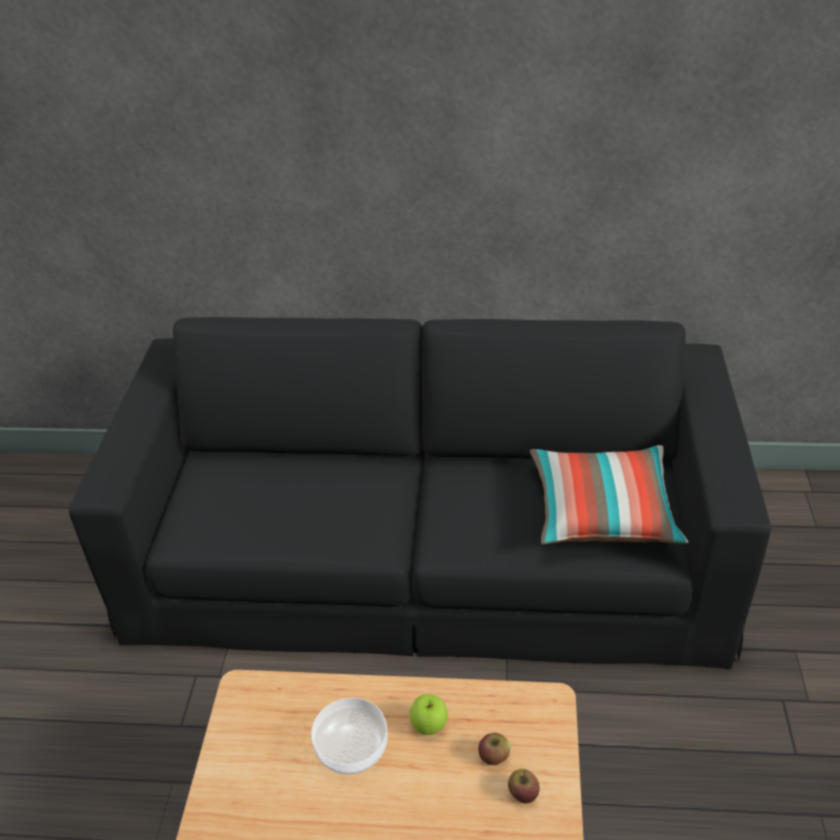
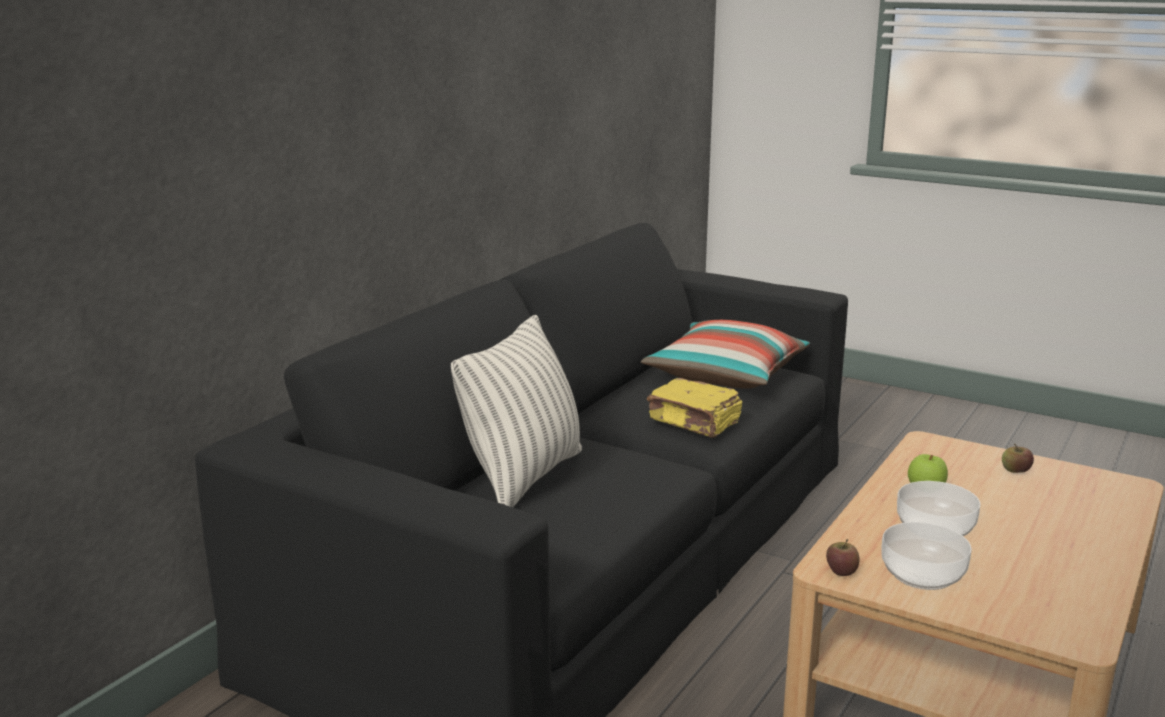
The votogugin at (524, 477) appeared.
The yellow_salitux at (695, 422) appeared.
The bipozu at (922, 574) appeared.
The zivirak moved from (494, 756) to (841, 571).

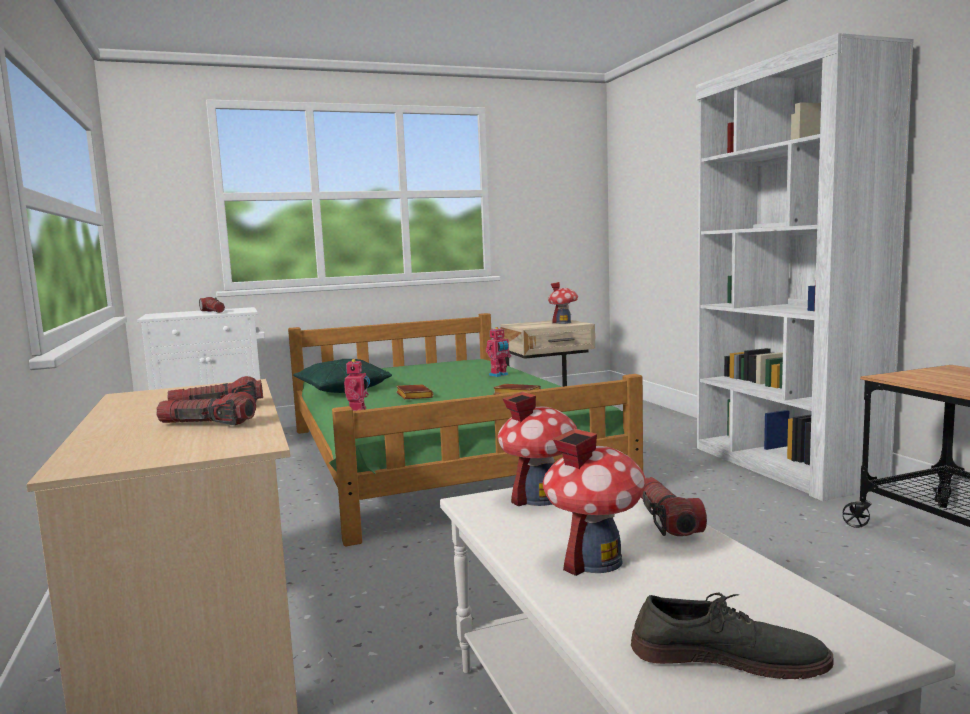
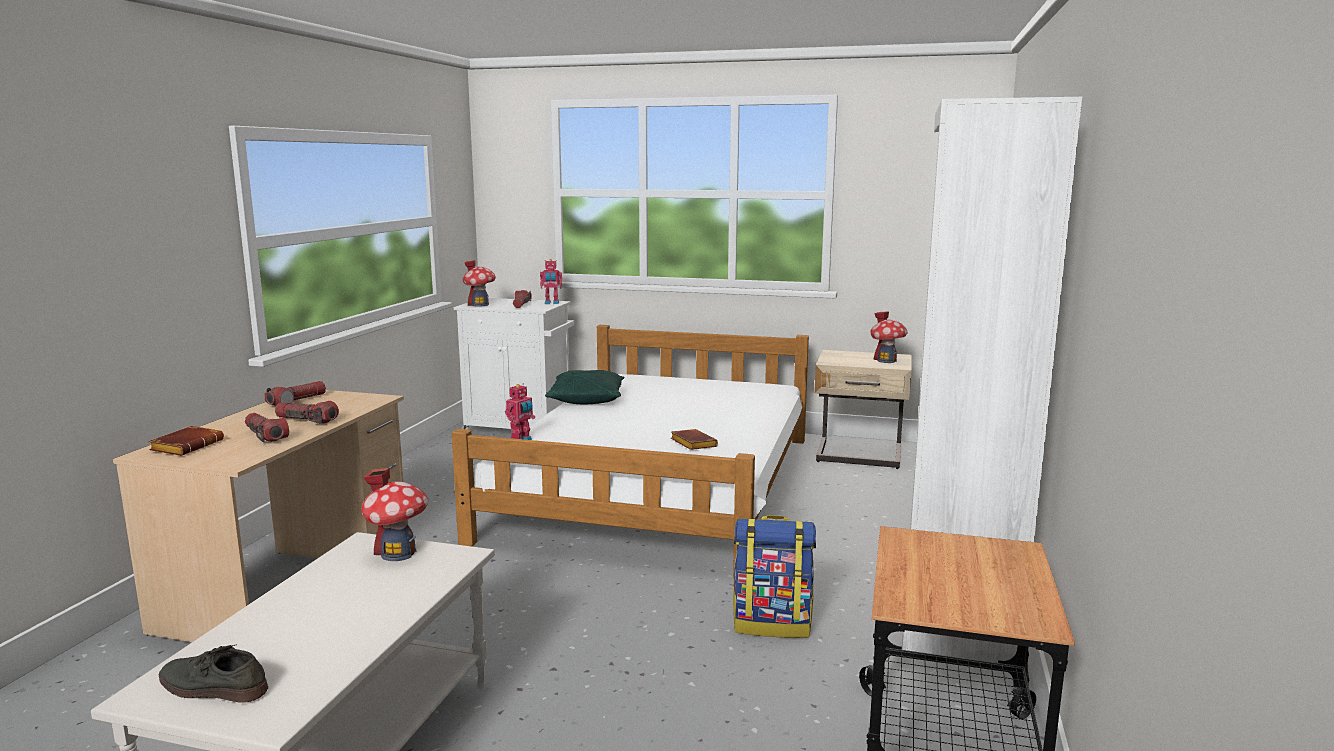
The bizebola at (772, 624) appeared.
The brown_salitux moved from (412, 396) to (187, 446).
The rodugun moved from (499, 375) to (551, 303).
The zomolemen moved from (594, 561) to (480, 305).
The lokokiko moved from (666, 520) to (297, 401).
The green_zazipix at (441, 457) became the white_zazipix at (659, 486).
The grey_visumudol at (728, 656) turned 150 degrees clockwise.

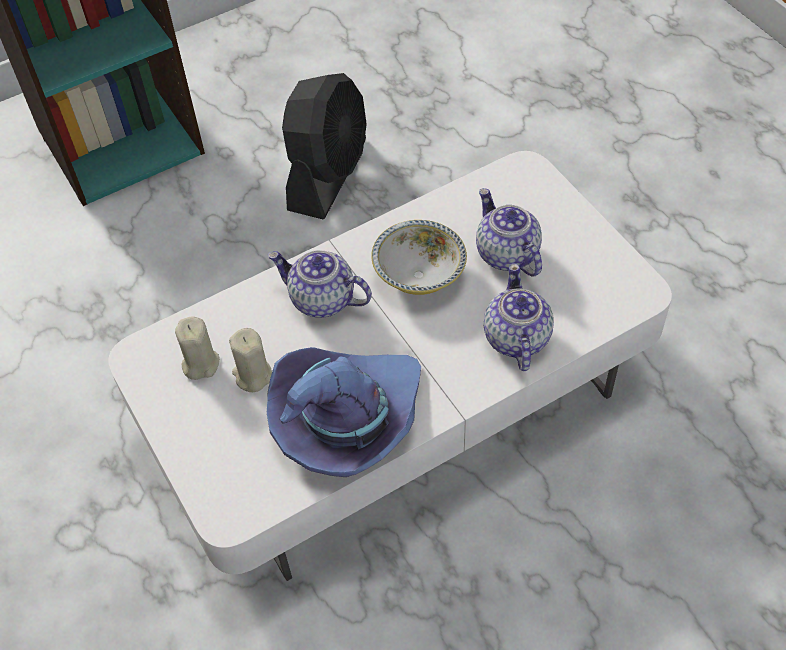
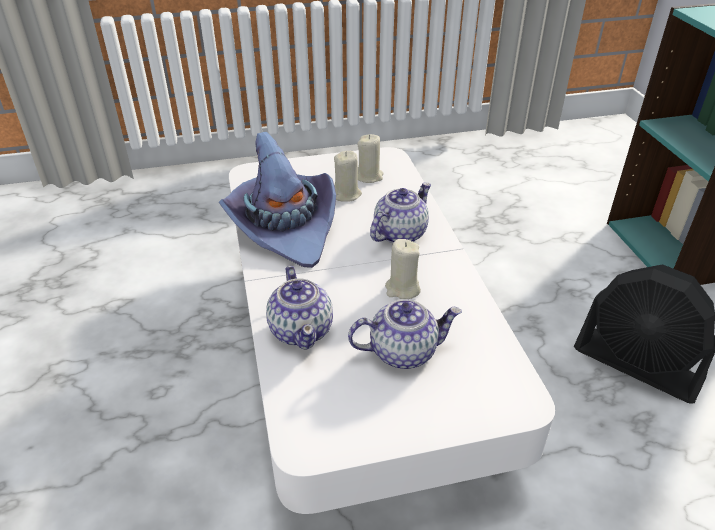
The bipozu at (419, 275) was replaced by the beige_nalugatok at (402, 289).
The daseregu at (516, 339) turned 60 degrees clockwise.

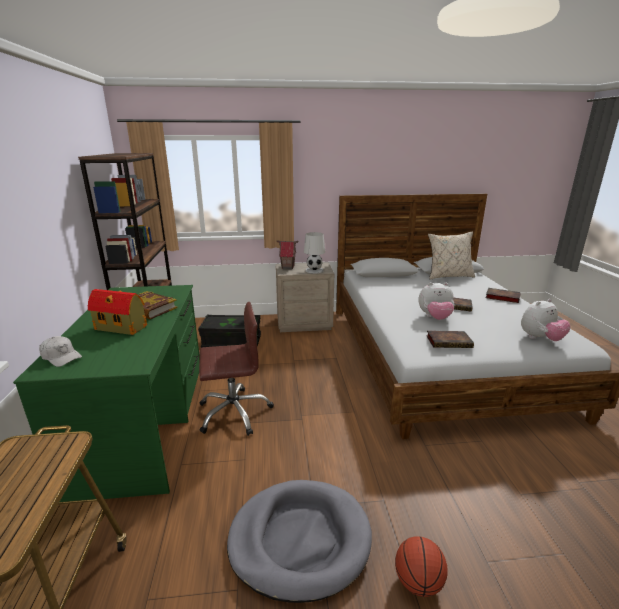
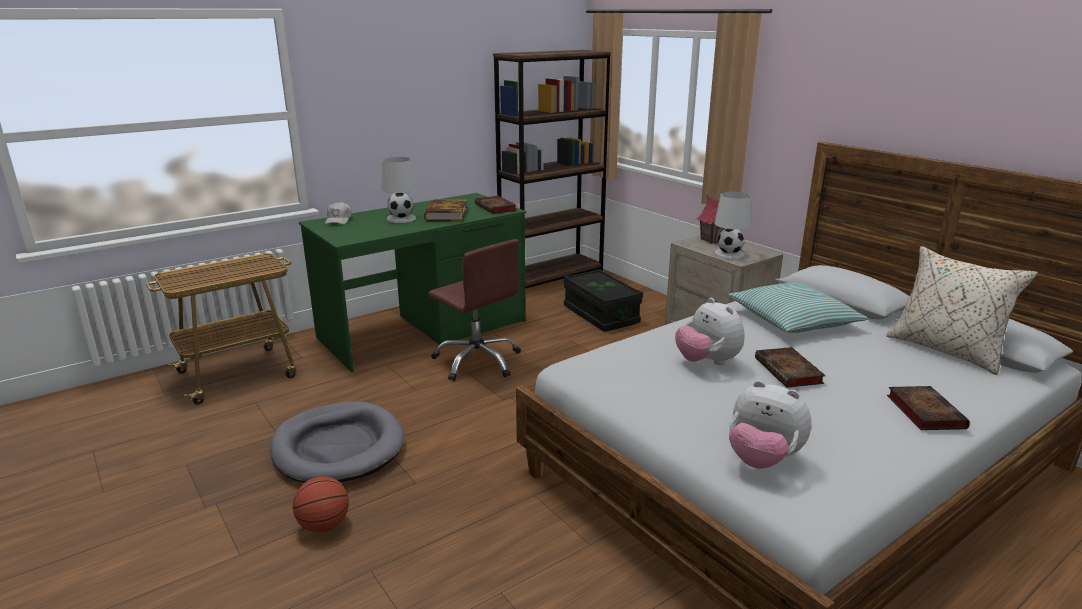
The votogugin at (792, 320) appeared.
The salitux moved from (449, 342) to (496, 208).
The zomolemen at (122, 328) was replaced by the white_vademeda at (401, 219).

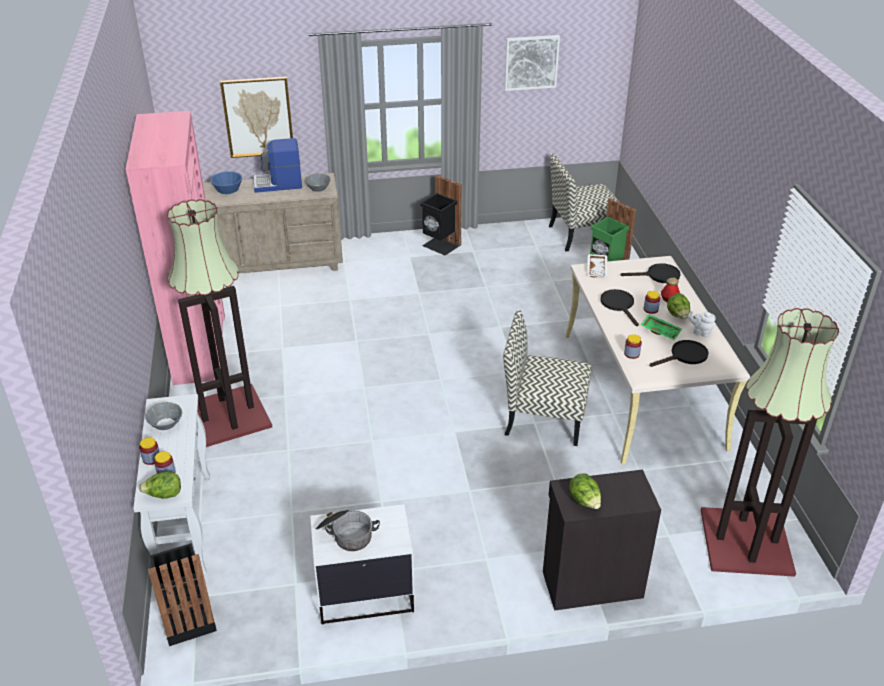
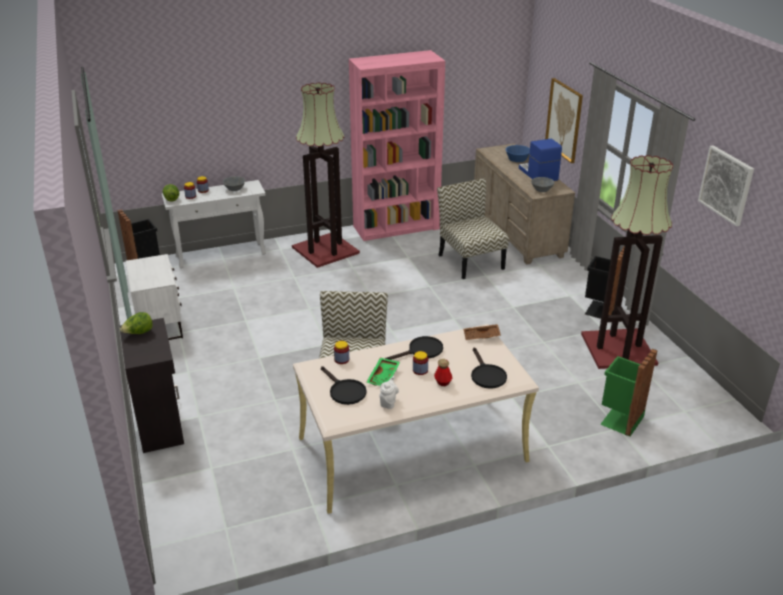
The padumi at (346, 535) disappeared.
The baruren at (678, 316) disappeared.
The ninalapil moved from (581, 235) to (470, 261).
The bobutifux moved from (747, 543) to (617, 350).
The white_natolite at (597, 269) became the brown_natolite at (481, 337).

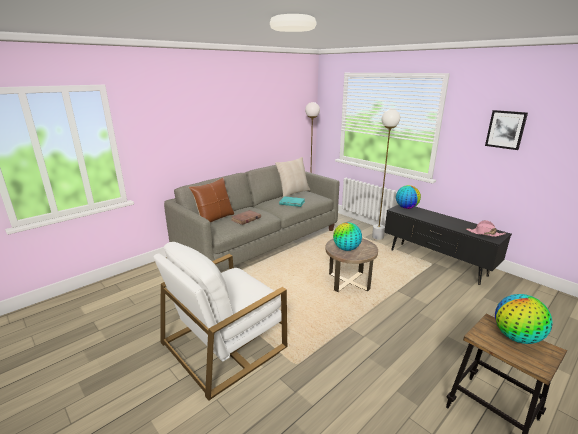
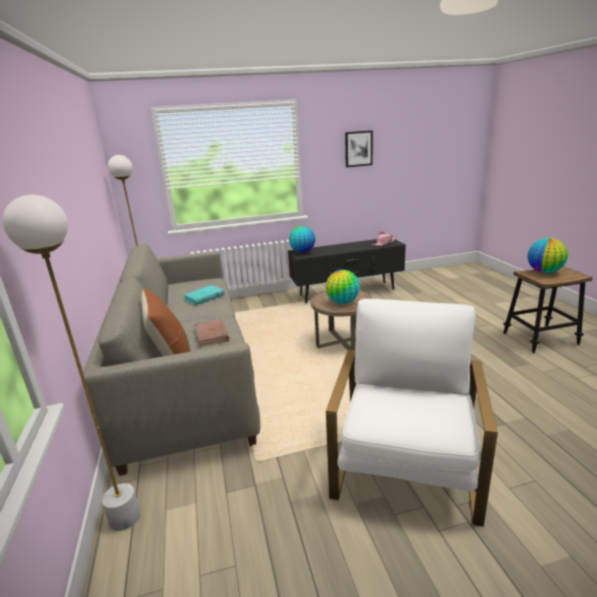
The beige_votogugin at (293, 192) disappeared.
The white_bobutifux moved from (377, 237) to (124, 518).
The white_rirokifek at (224, 343) turned 150 degrees counterclockwise.

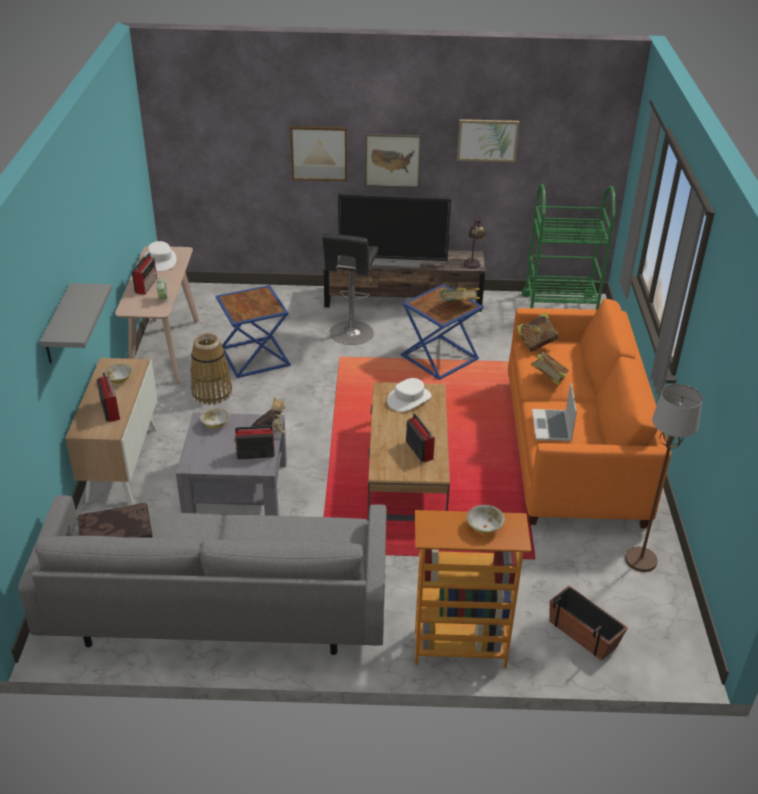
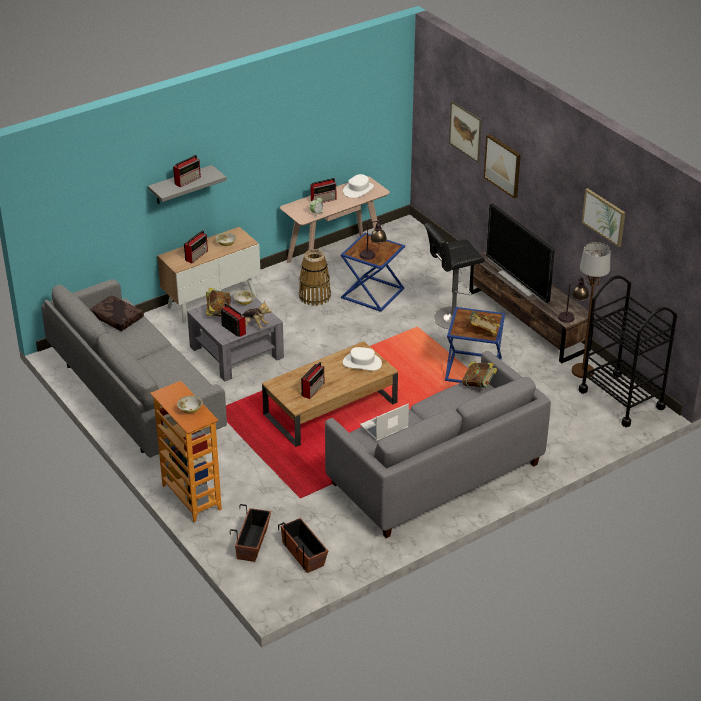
The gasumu at (188, 180) appeared.
The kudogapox at (303, 554) appeared.
The vademeda at (373, 257) appeared.
The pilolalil moved from (392, 160) to (465, 131).
The salitux moved from (548, 380) to (218, 312).
The brown_bobutifux moved from (641, 560) to (582, 371).
The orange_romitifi at (573, 451) became the grey_romitifi at (435, 474).
The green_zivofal at (559, 308) became the black_zivofal at (621, 399).

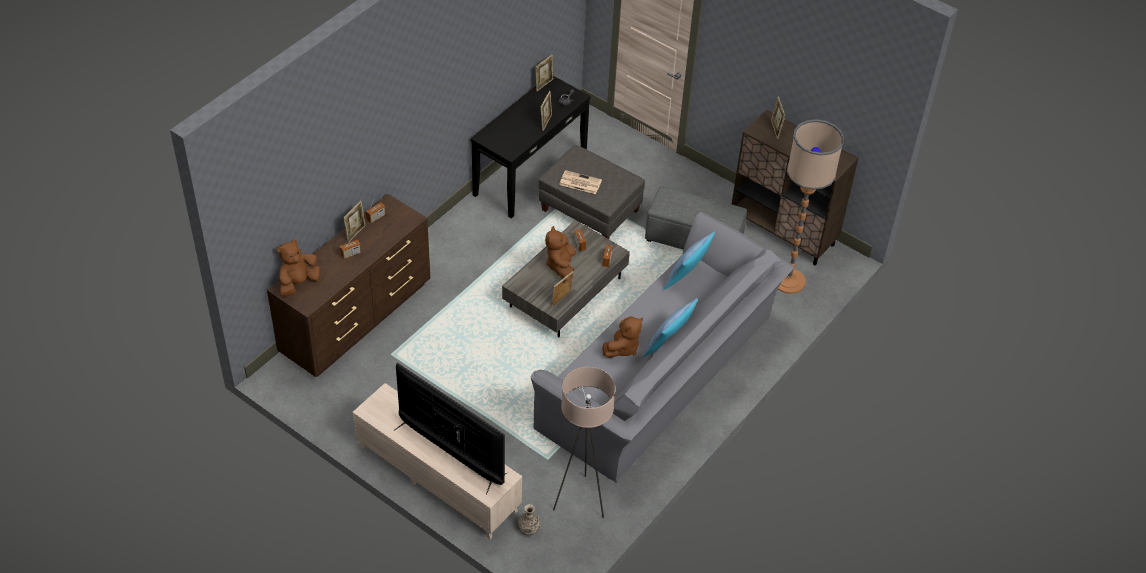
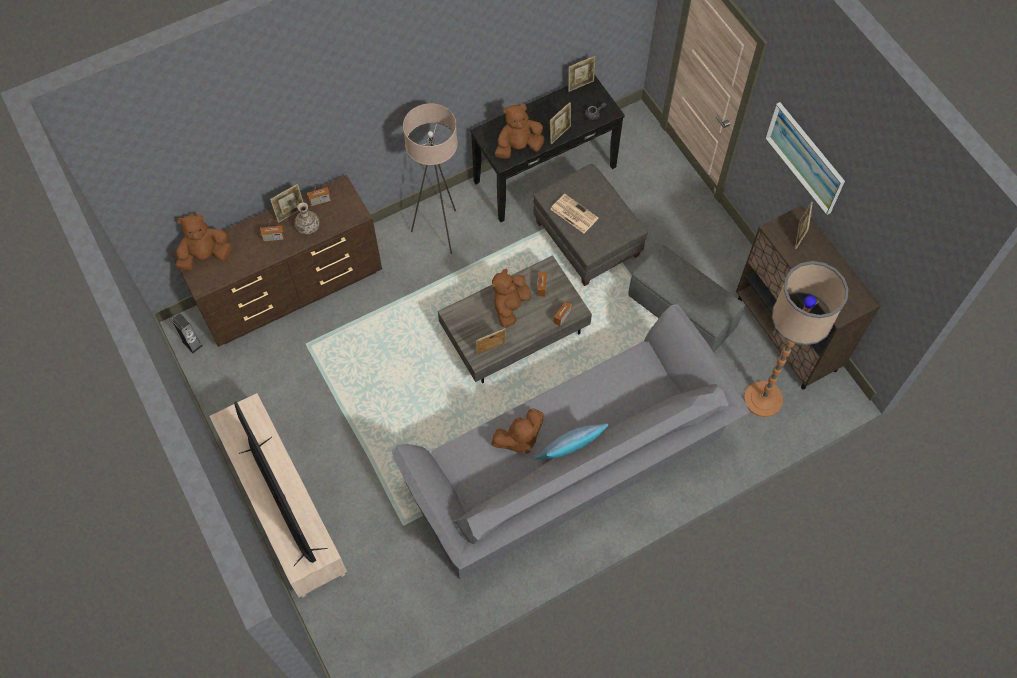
The votogugin at (686, 278) disappeared.
The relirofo at (192, 343) appeared.
The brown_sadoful at (518, 147) appeared.
The pilolalil at (805, 157) appeared.
The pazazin moved from (529, 528) to (308, 227).
The beige_bobutifux moved from (581, 500) to (439, 231).

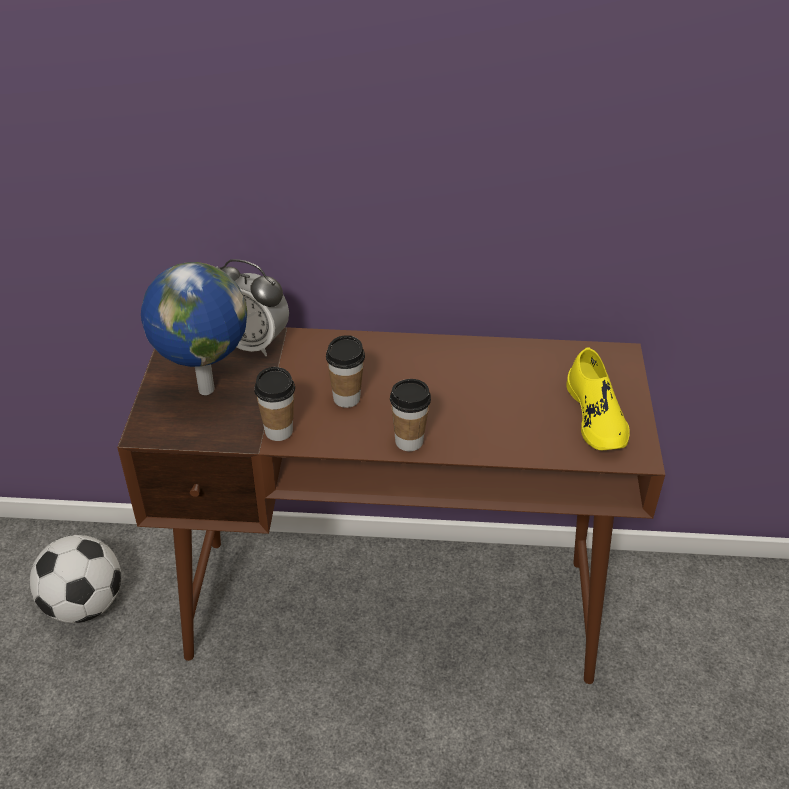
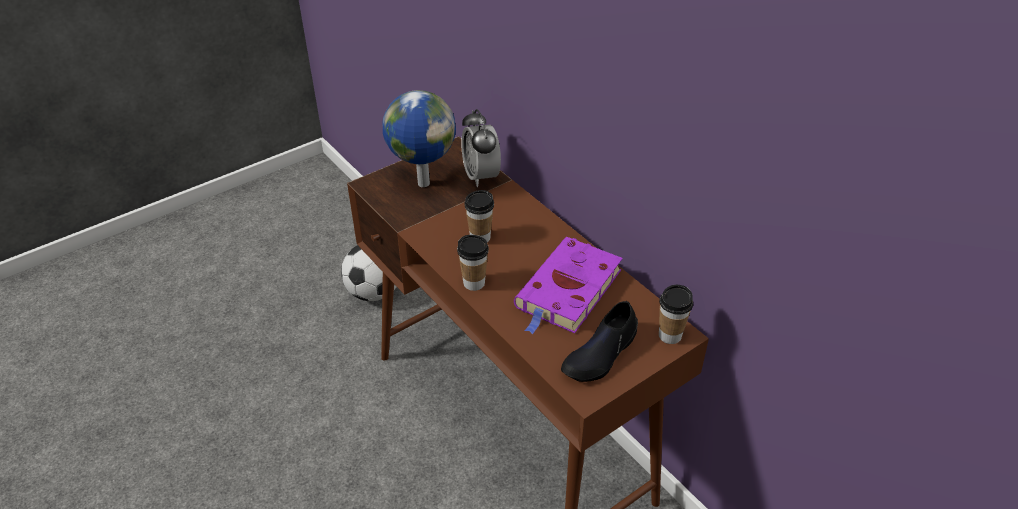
The purple_salitux at (567, 291) appeared.
The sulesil moved from (278, 431) to (670, 335).
The yellow_visumudol at (596, 416) became the black_visumudol at (600, 354).

